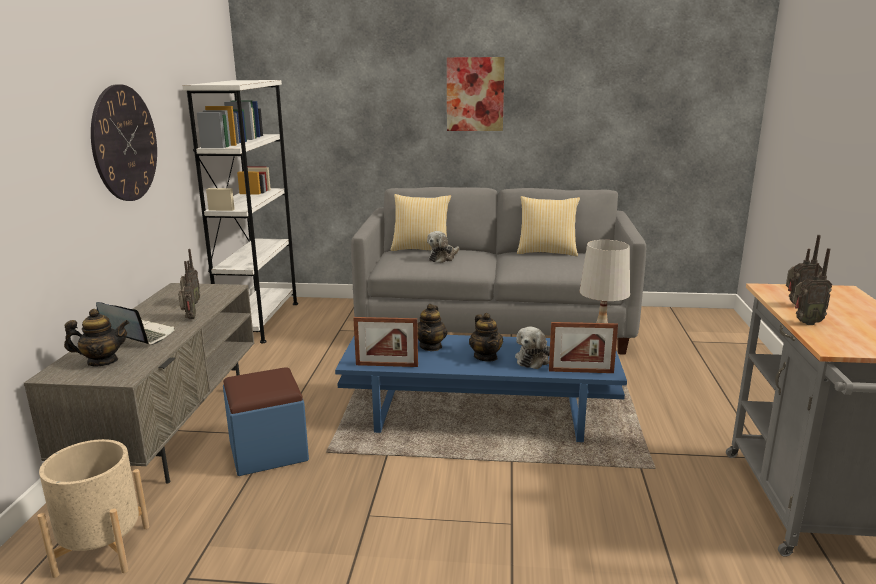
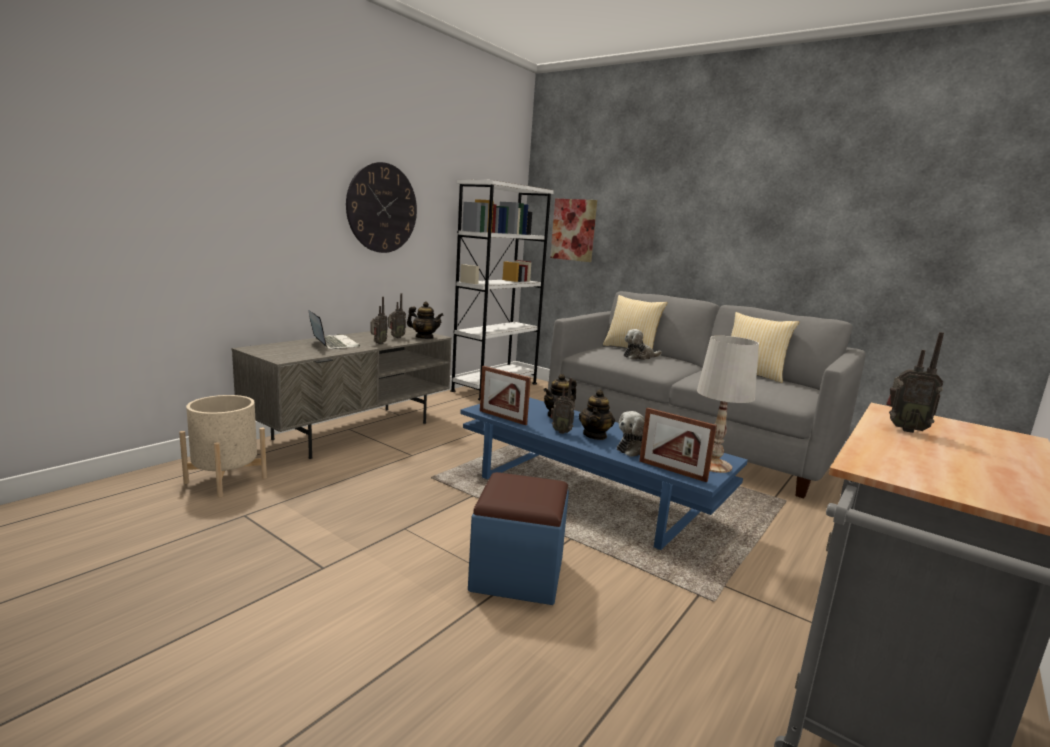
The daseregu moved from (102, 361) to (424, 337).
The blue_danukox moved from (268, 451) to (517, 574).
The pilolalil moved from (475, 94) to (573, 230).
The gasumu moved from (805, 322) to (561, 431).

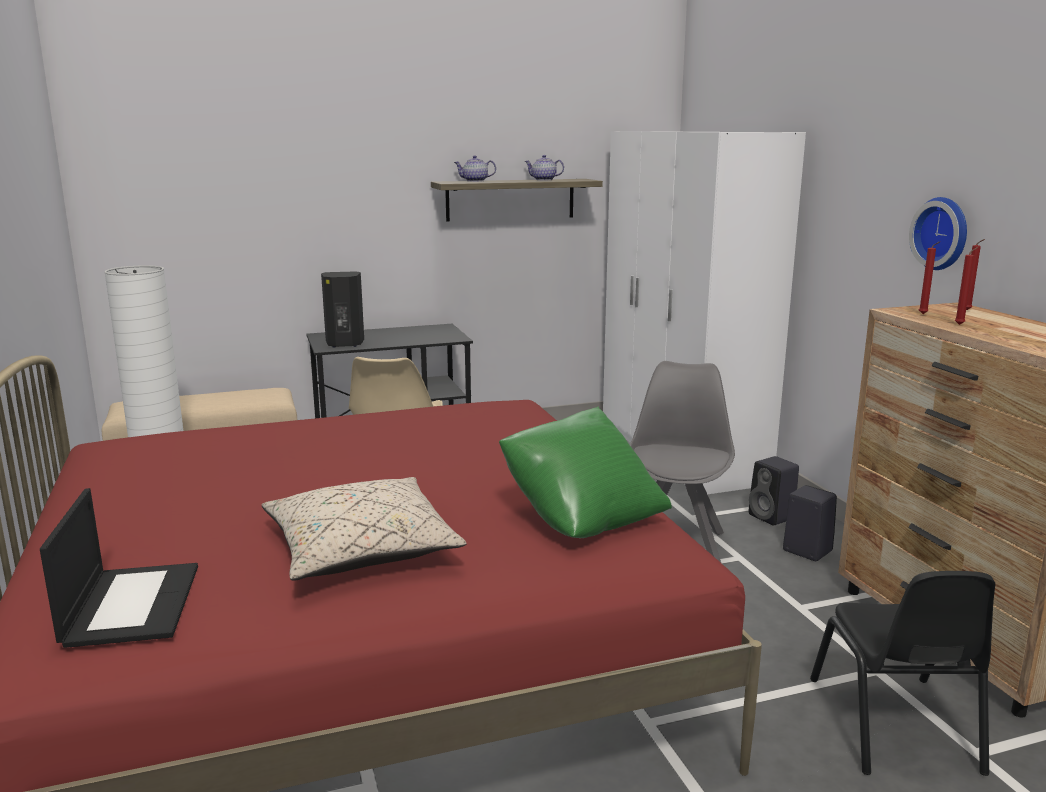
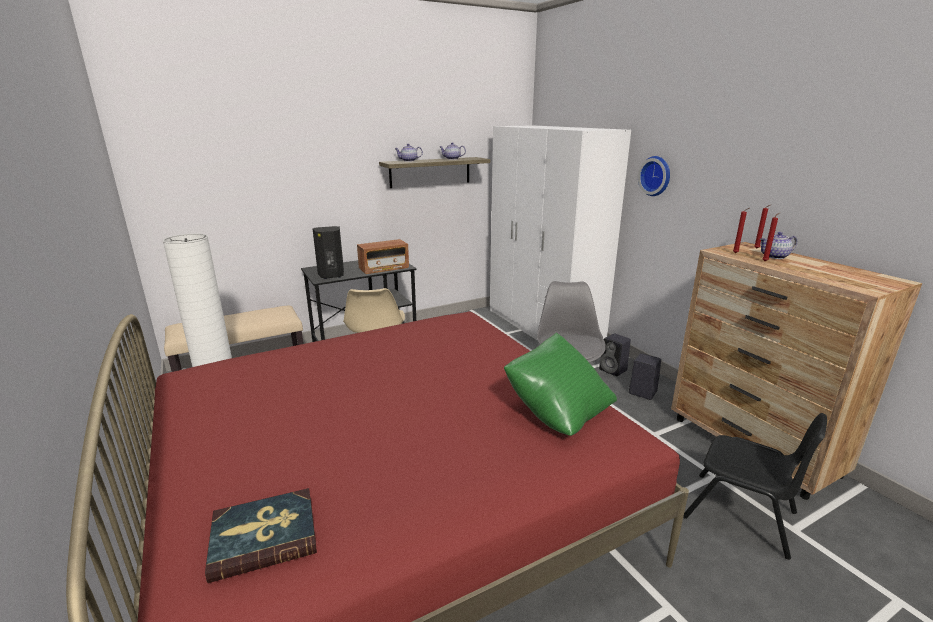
The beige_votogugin at (361, 550) disappeared.
The gasumu at (384, 268) appeared.
The daseregu at (775, 257) appeared.
The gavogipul moved from (943, 233) to (656, 176).
The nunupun at (131, 604) was replaced by the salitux at (264, 536).
The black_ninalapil at (894, 724) turned 45 degrees counterclockwise.

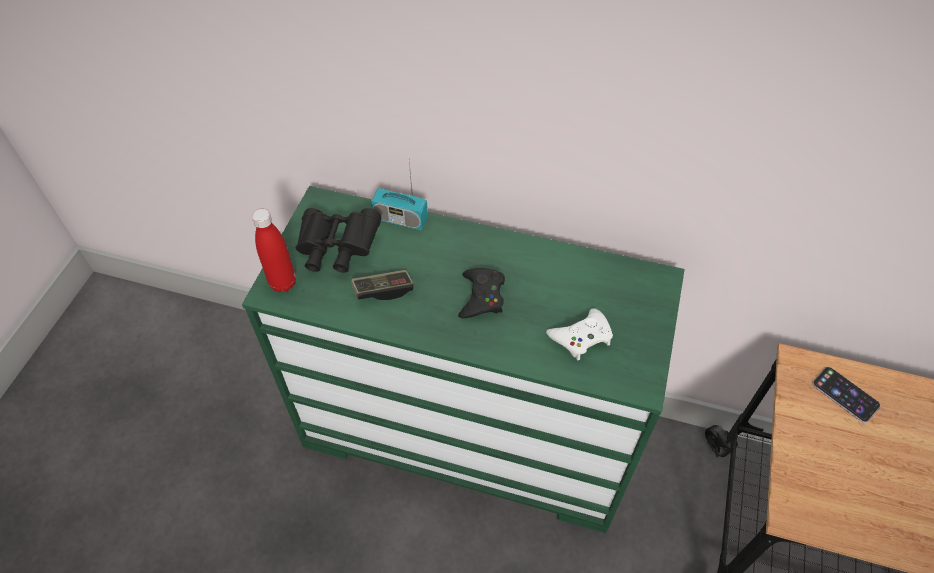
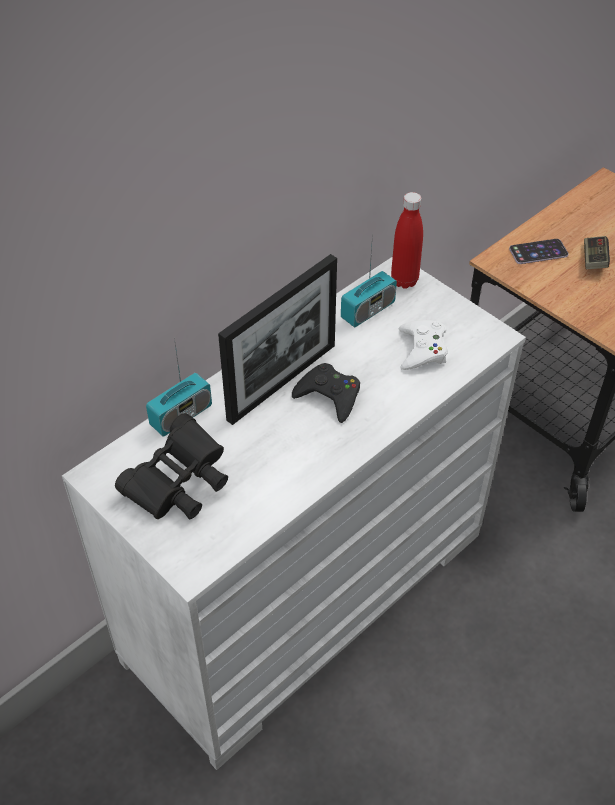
The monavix at (282, 382) appeared.
The gasumu at (368, 311) appeared.
The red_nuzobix moved from (283, 283) to (404, 281).
The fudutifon moved from (383, 290) to (593, 260).
The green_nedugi at (468, 430) became the white_nedugi at (306, 593).

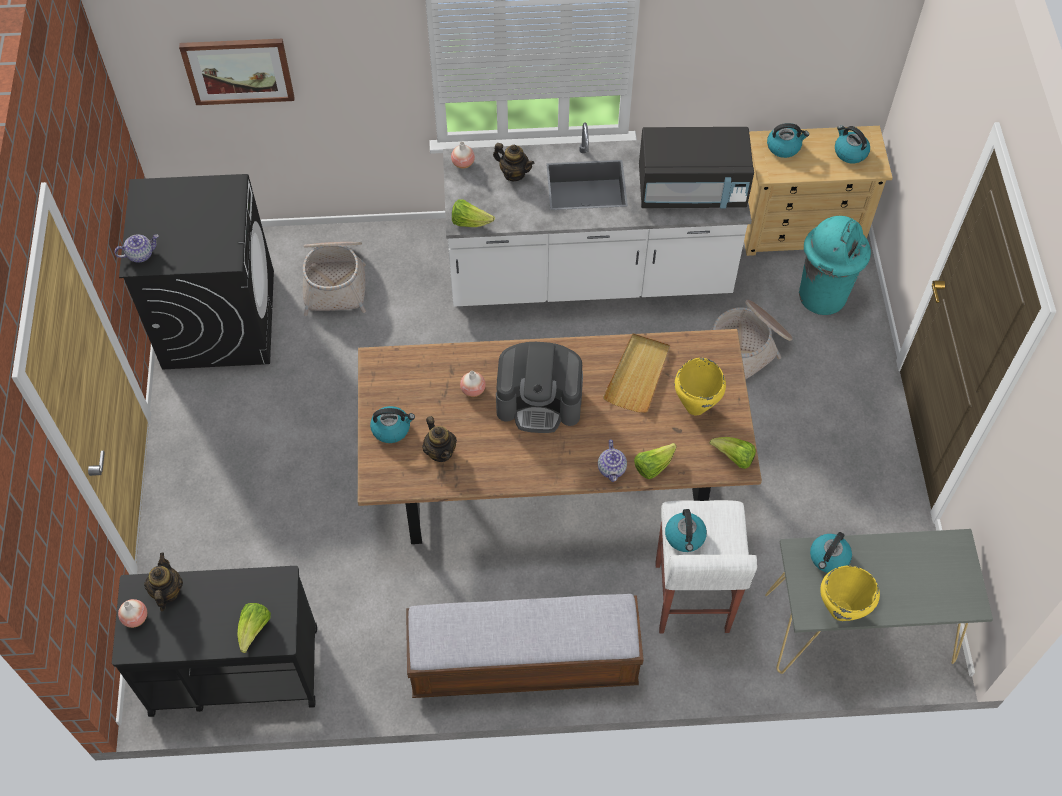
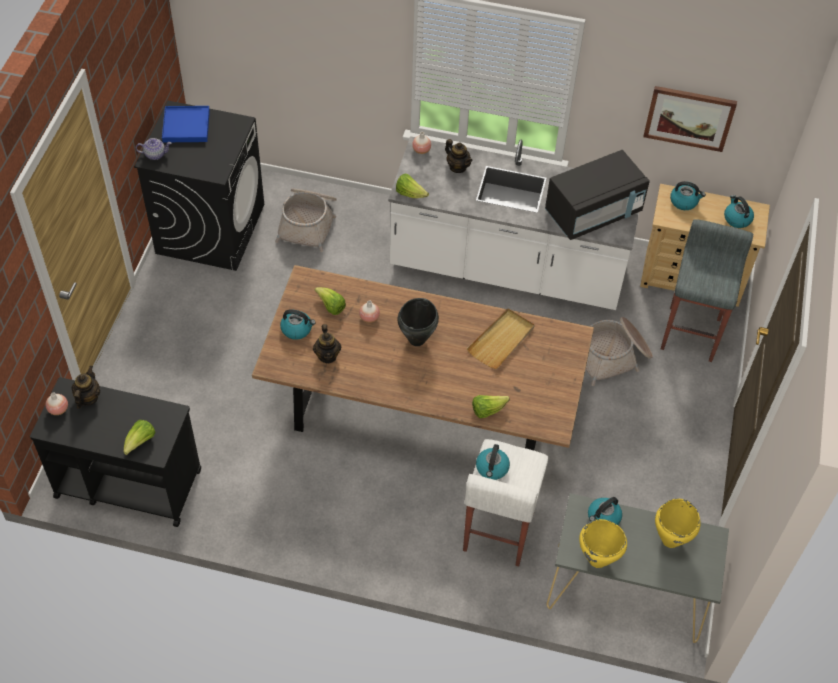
The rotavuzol at (523, 663) disappeared.
The daseregu at (612, 469) disappeared.
The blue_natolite at (186, 126) appeared.
The pilolalil moved from (238, 70) to (689, 117).
The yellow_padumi moved from (695, 407) to (670, 540).
The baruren moved from (734, 458) to (331, 306).
The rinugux at (540, 401) was replaced by the black_padumi at (417, 339).
The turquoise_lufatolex at (823, 295) was replaced by the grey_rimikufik at (692, 332).
The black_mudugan at (692, 189) turned 45 degrees counterclockwise.

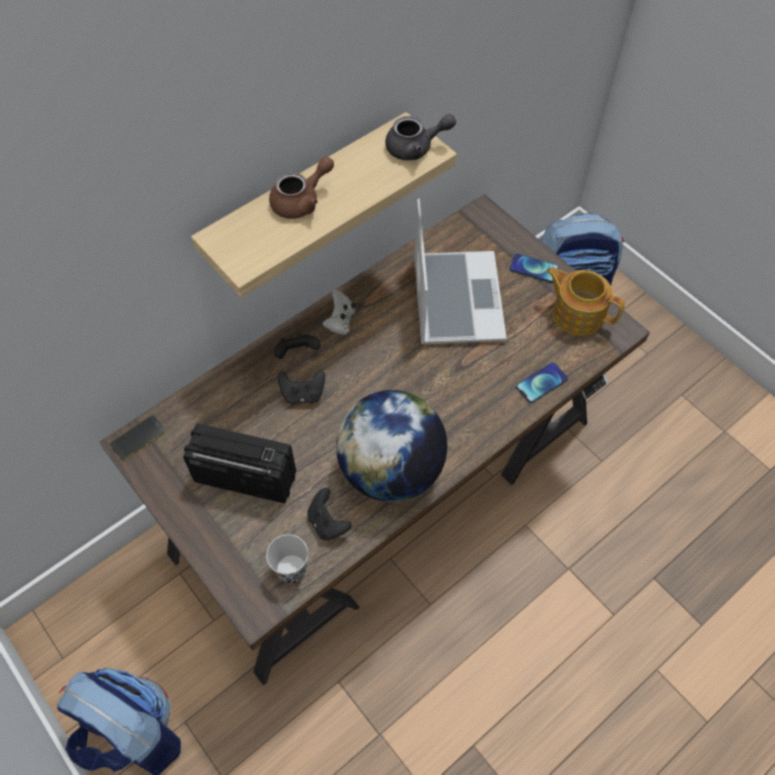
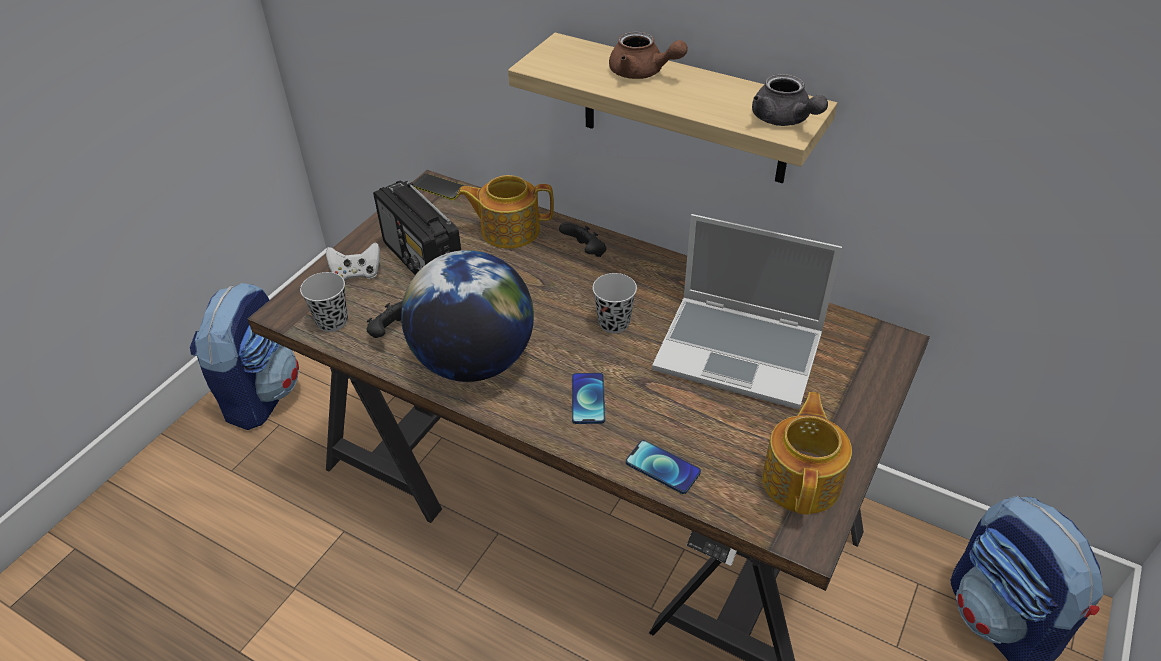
The black_fudutifon at (303, 394) disappeared.
The daseregu at (509, 230) appeared.
The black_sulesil at (614, 323) appeared.
The white_fudutifon moved from (340, 321) to (357, 274).
The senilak moved from (533, 268) to (588, 399).
The gasumu at (244, 477) turned 150 degrees clockwise.
The nunupun at (455, 298) turned 45 degrees clockwise.

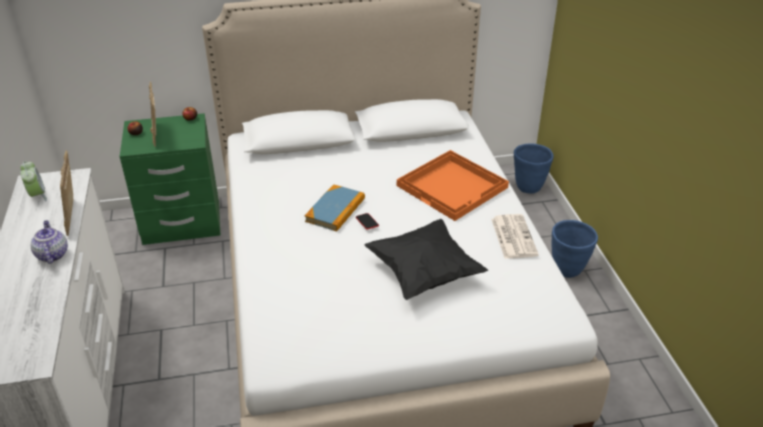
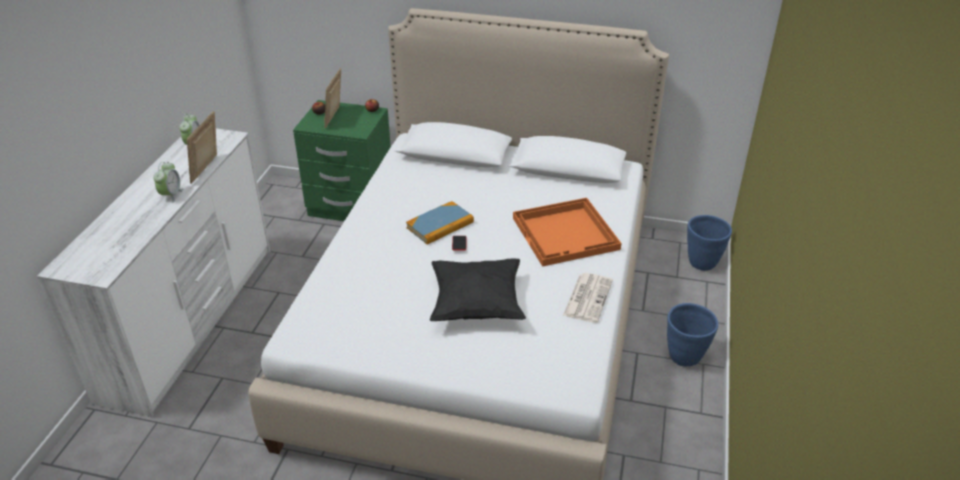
The daseregu at (52, 254) was replaced by the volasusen at (171, 195).

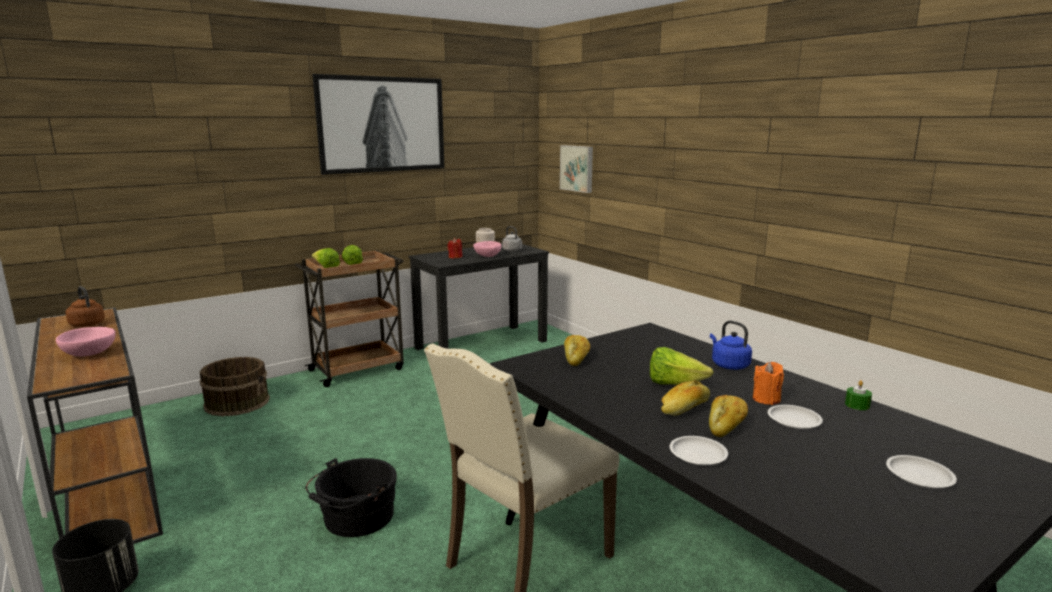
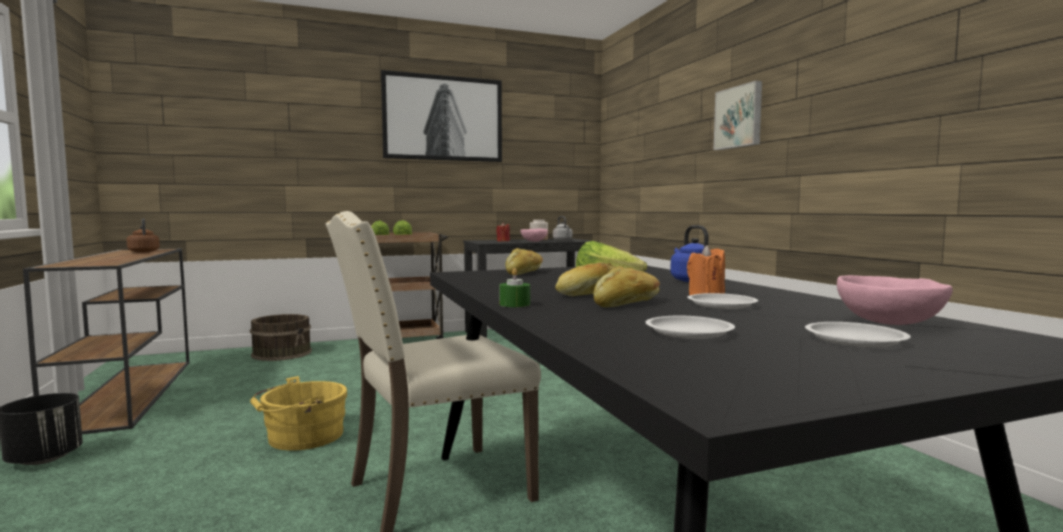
The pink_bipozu moved from (89, 354) to (889, 324).
The pilolalil moved from (577, 168) to (739, 117).
The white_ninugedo moved from (698, 454) to (689, 332).
The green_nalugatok moved from (857, 405) to (514, 304).
The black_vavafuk at (355, 518) became the yellow_vavafuk at (301, 437).

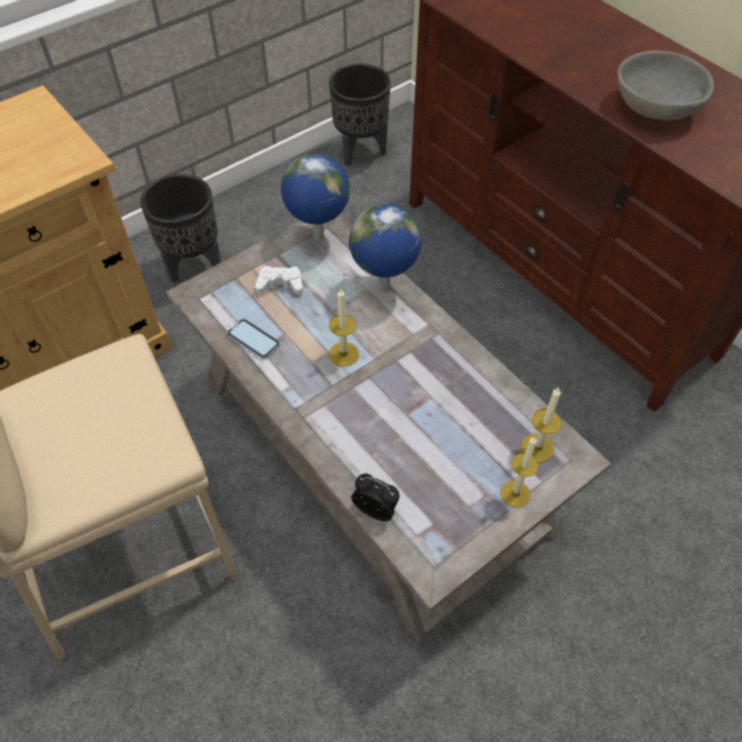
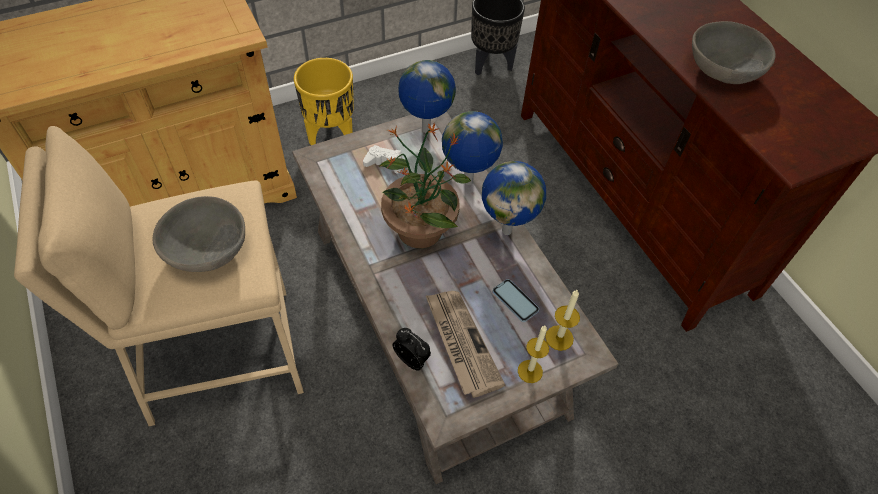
The grey_bipozu at (208, 251) appeared.
The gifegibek at (461, 343) appeared.
The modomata at (507, 230) appeared.
The senilak moved from (253, 340) to (515, 301).
The nalugatok at (343, 354) was replaced by the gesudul at (420, 229).
The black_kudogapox at (194, 266) became the yellow_kudogapox at (331, 135).

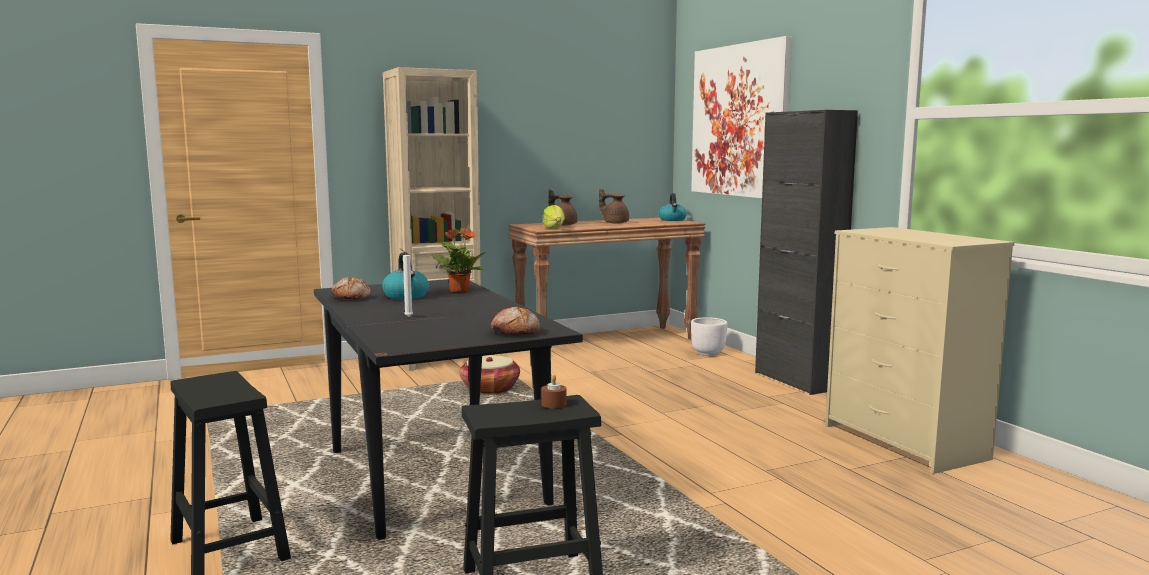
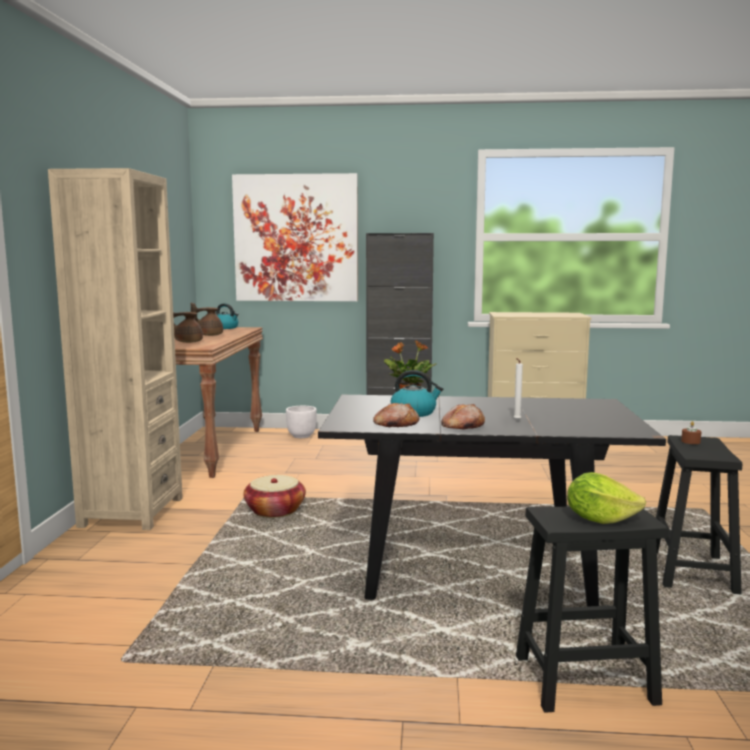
The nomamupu moved from (515, 332) to (462, 426).
The baruren moved from (554, 228) to (599, 519).

